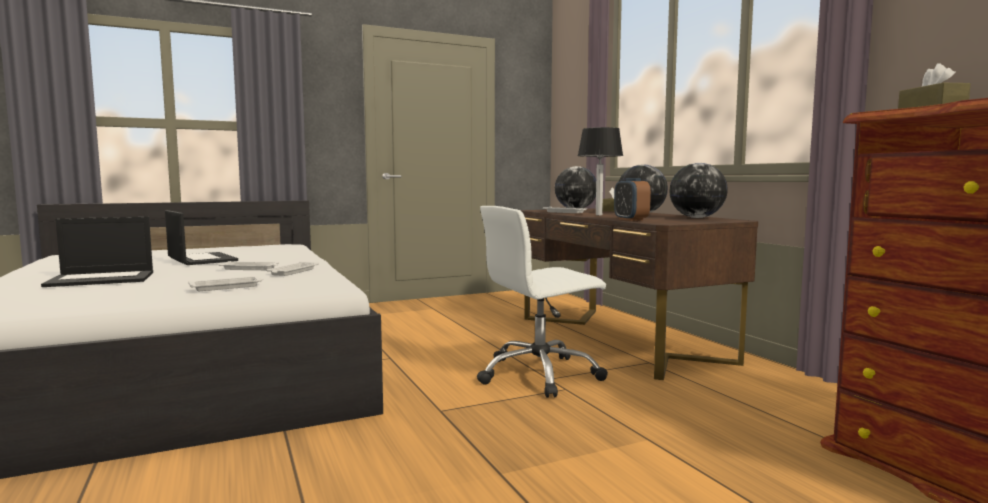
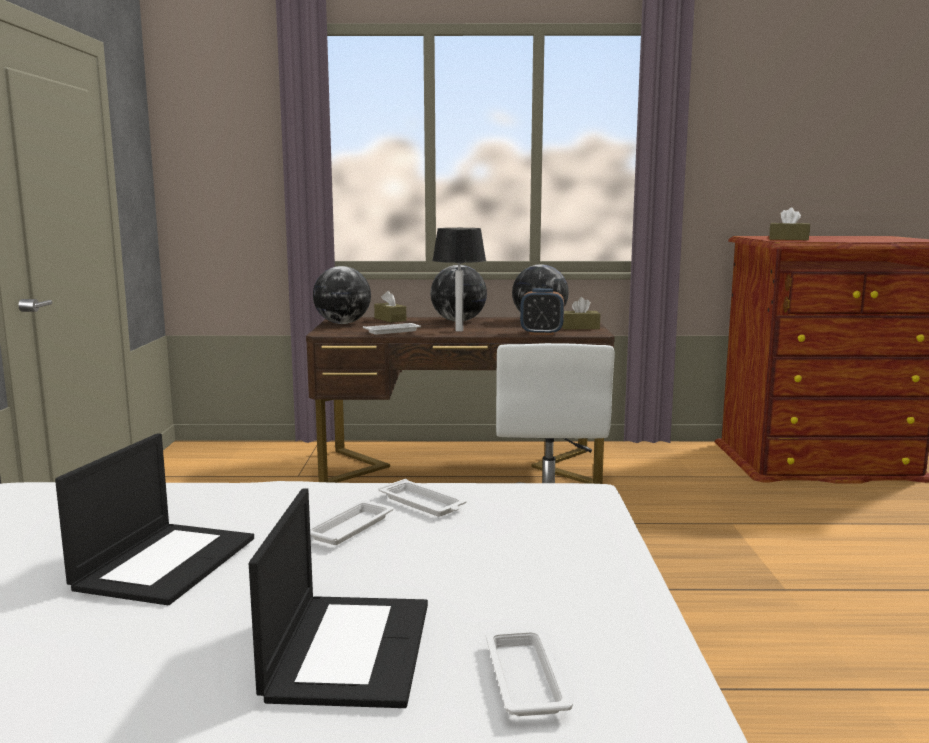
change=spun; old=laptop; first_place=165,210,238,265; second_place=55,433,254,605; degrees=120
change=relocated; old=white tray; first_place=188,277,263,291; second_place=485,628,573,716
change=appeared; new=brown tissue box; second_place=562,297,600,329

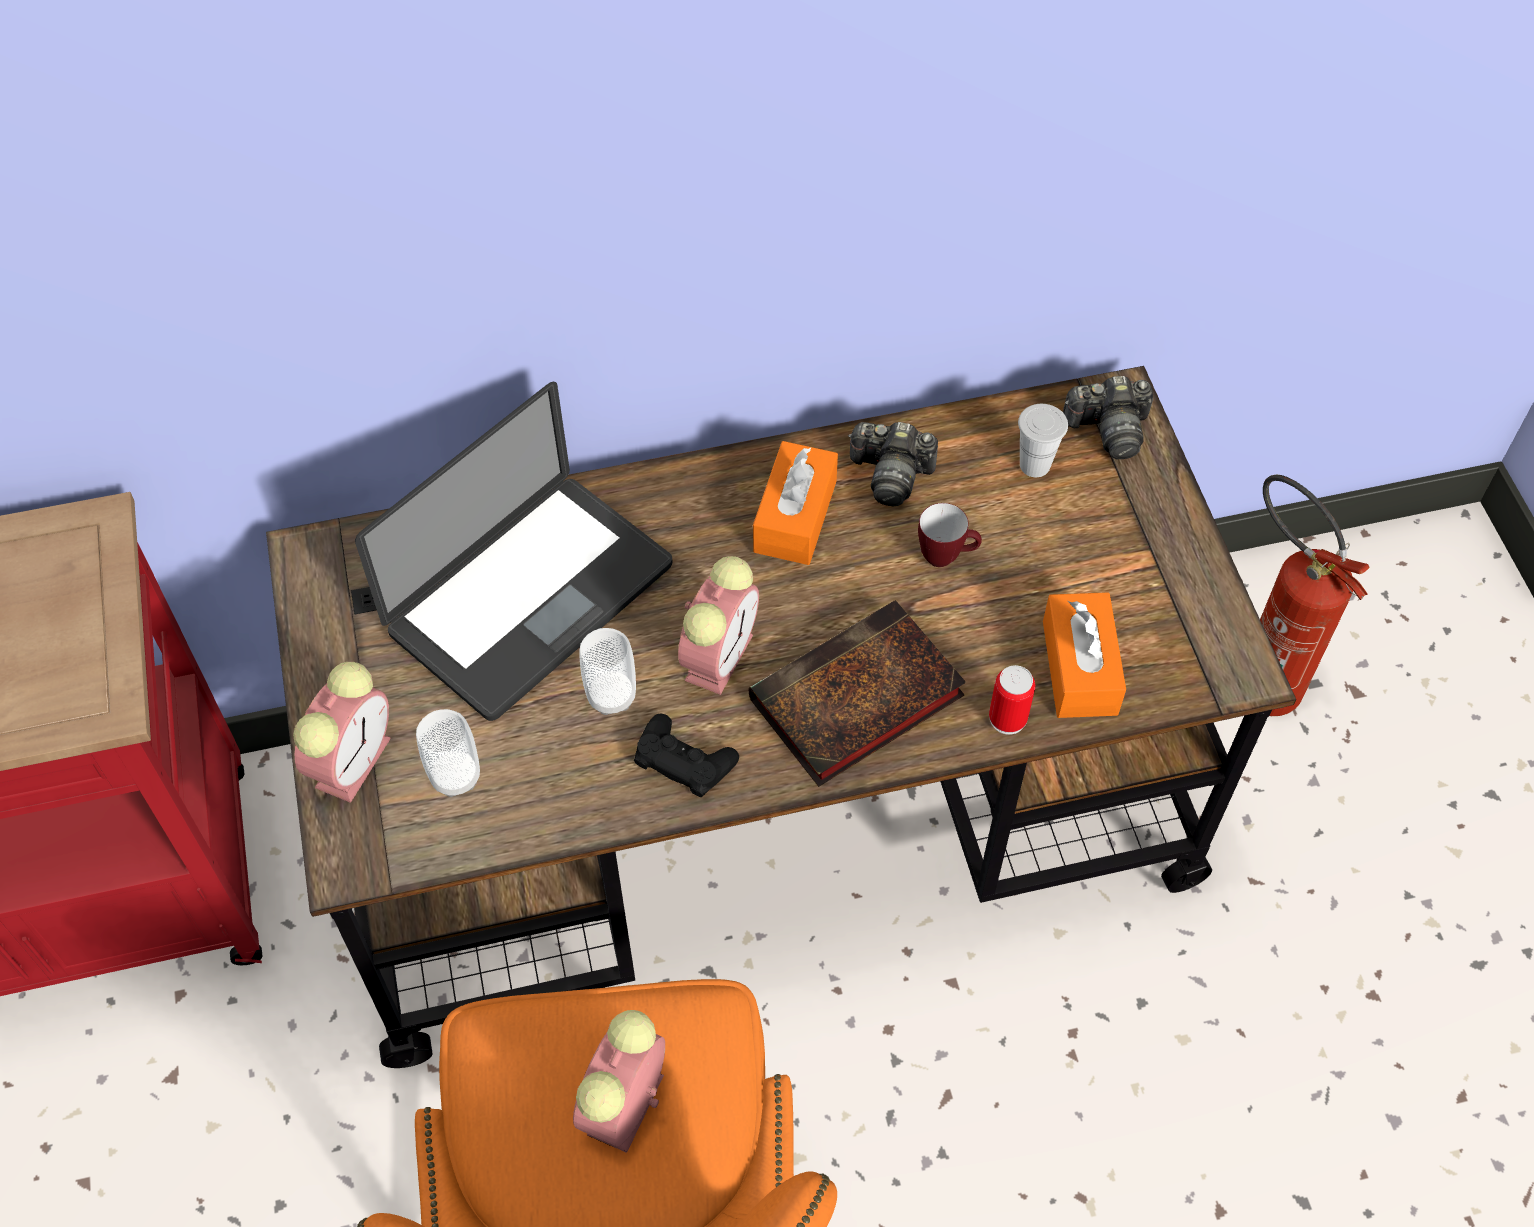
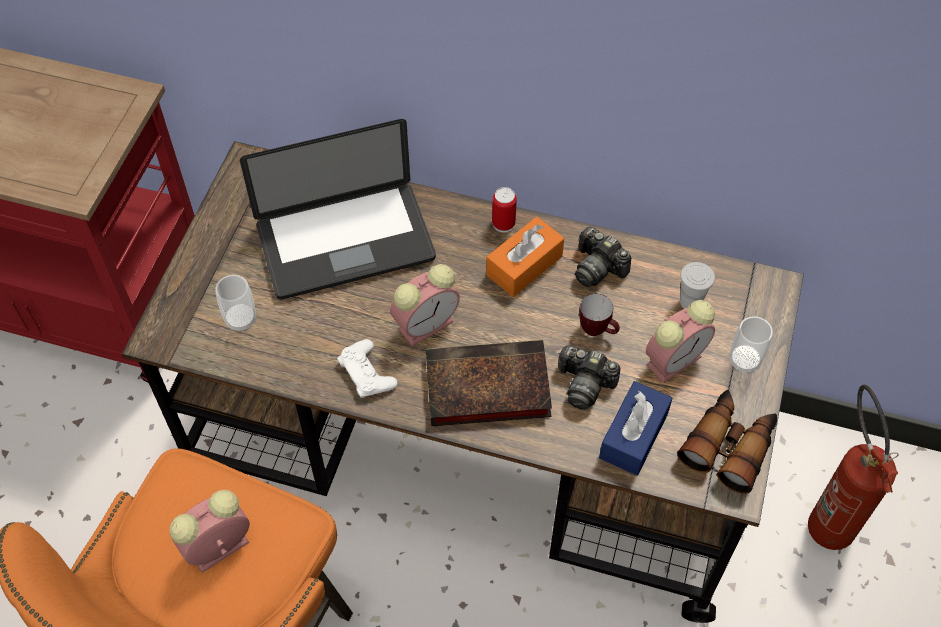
change=relocated; old=photo camera; first_place=1063,376,1153,459; second_place=558,345,621,410
change=colour; old=orange tissue box; new=blue tissue box; first_place=1043,592,1126,718; second_place=599,381,672,476
change=relocated; old=cup; first_place=580,628,636,715; second_place=729,316,773,374
change=relocated; old=alarm clock; first_place=293,662,391,803; second_place=646,300,715,383
change=relocated; old=can; first_place=989,665,1035,735; second_place=492,187,517,233
change=colour; old=black game controller; new=white game controller; first_place=634,714,739,797; second_place=337,339,398,398
change=appeared; new=binoculars; second_place=677,390,777,494

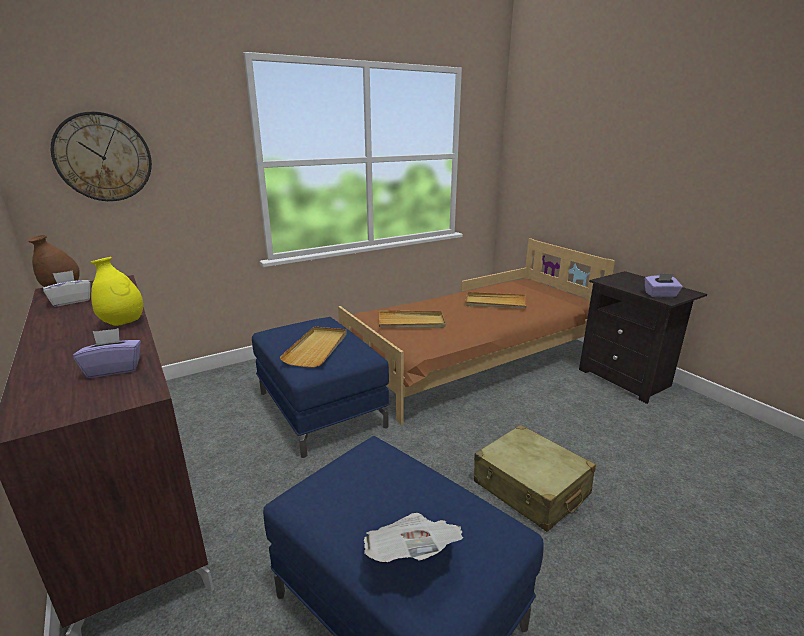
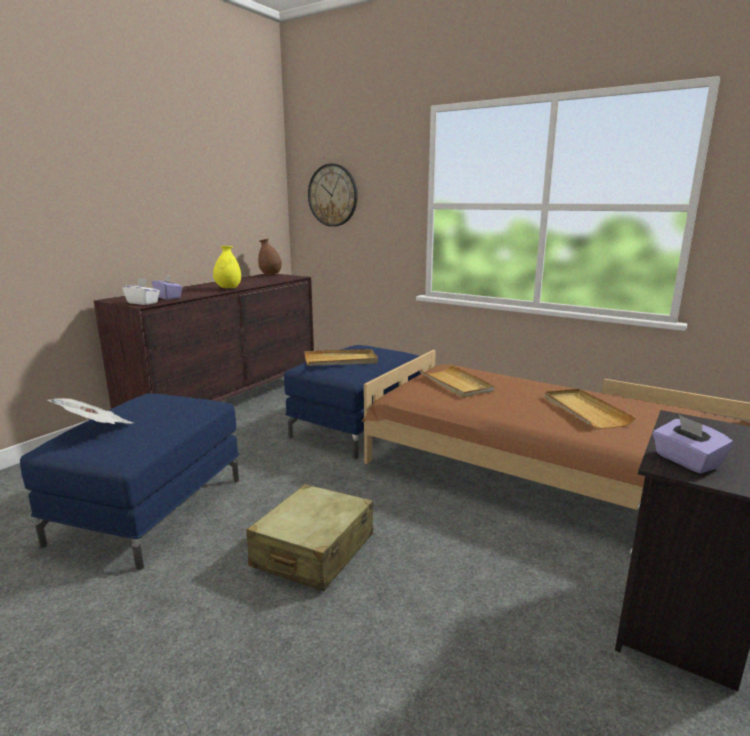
change=relocated; old=white tissue box; first_place=43,270,90,307; second_place=122,278,160,305

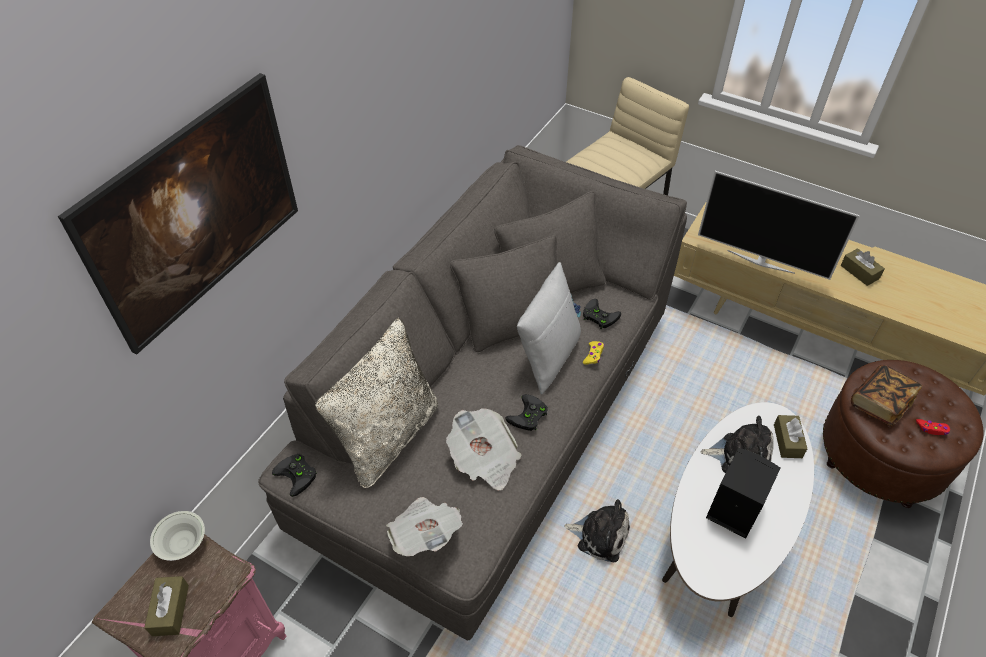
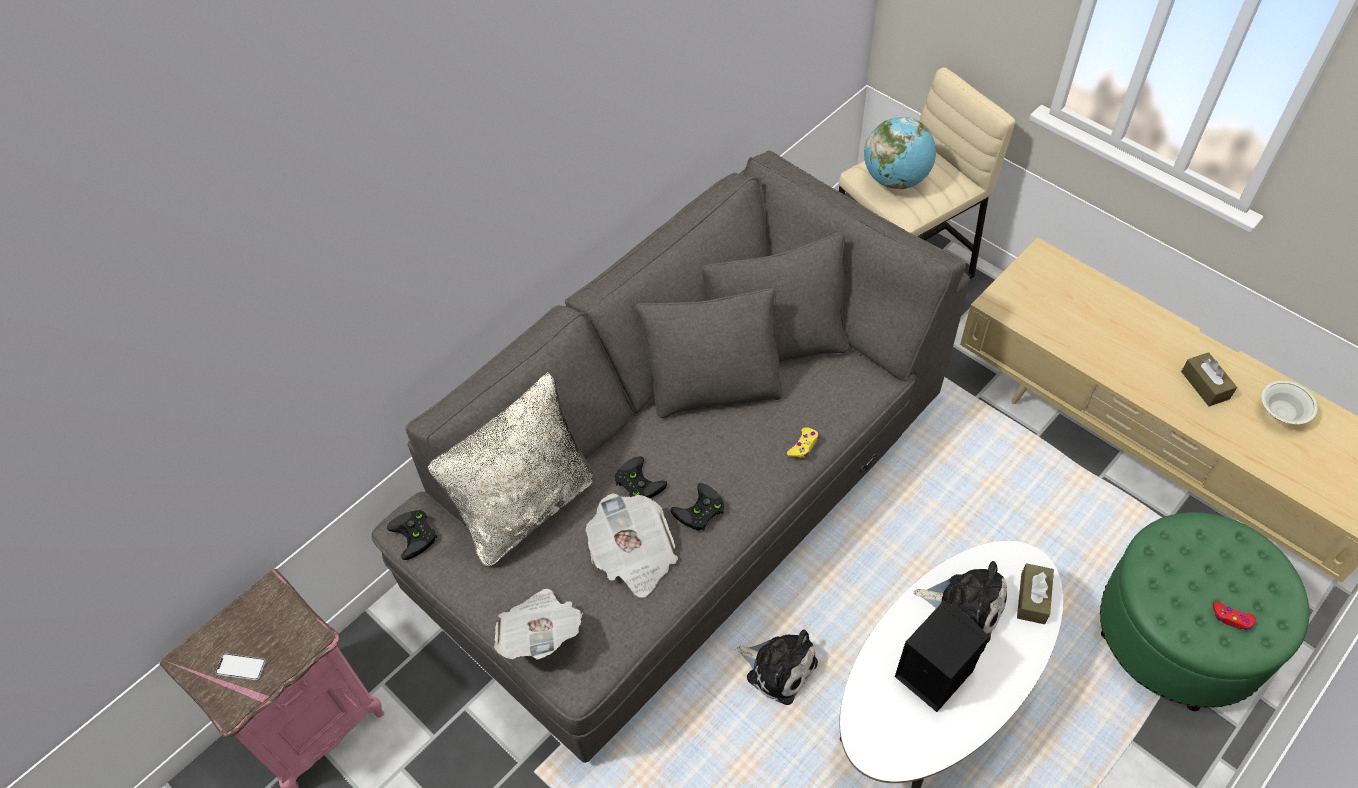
change=missing; old=picture; first_place=58,73,298,355
change=missing; old=television; first_place=698,171,860,280
change=missing; old=grey pillow; first_place=517,262,581,394
change=relocated; old=black game controller; first_place=583,299,621,329; second_place=614,456,667,498
change=colour; old=brown ottoman; new=green ottoman; first_place=823,360,984,508; second_place=1100,512,1309,711
change=missing; old=book; first_place=851,365,922,426
change=relocated; old=white bowl; first_place=150,511,205,561; second_place=1262,381,1317,424
change=exchanged; old=brown tissue box; new=phone; first_place=144,576,189,636; second_place=215,653,266,680
change=appeared; new=globe; second_place=864,117,936,189

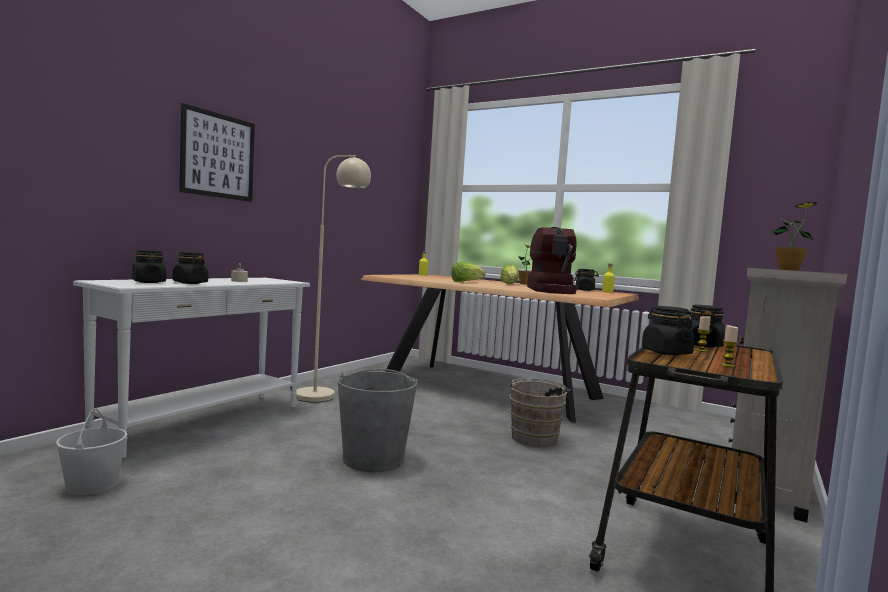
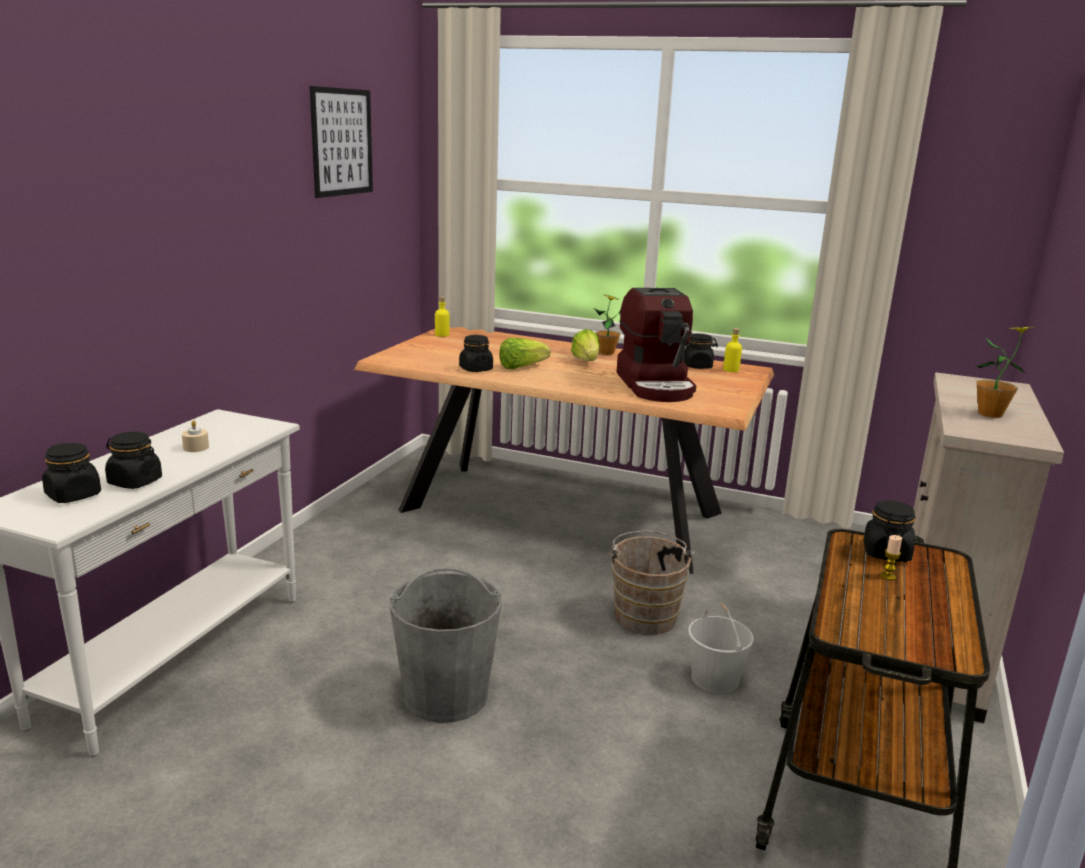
change=relocated; old=picture; first_place=179,103,255,202; second_place=310,86,373,198
change=missing; old=beige floor lamp; first_place=296,155,371,403
change=relocated; old=black jar; first_place=642,306,695,355; second_place=459,335,493,372
change=missing; old=candle; first_place=720,325,738,368
change=relocated; old=white bucket; first_place=56,408,127,495; second_place=688,603,754,693

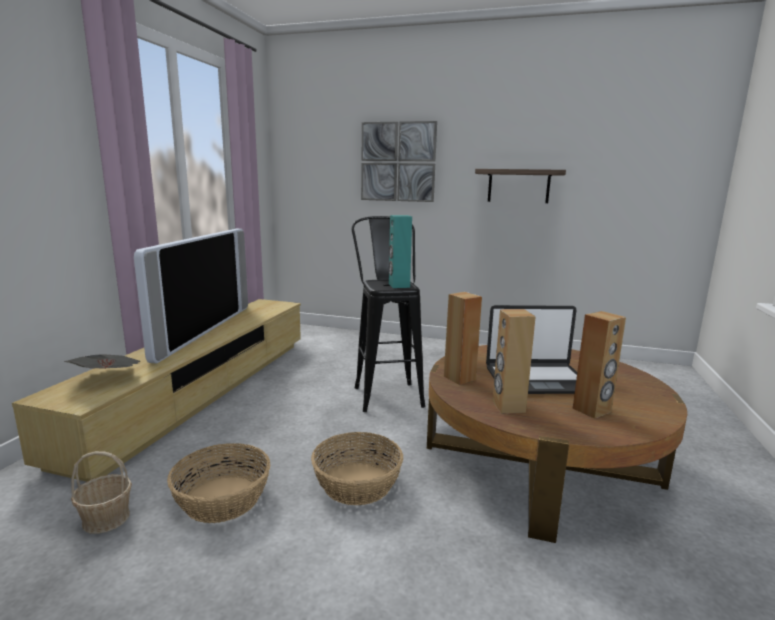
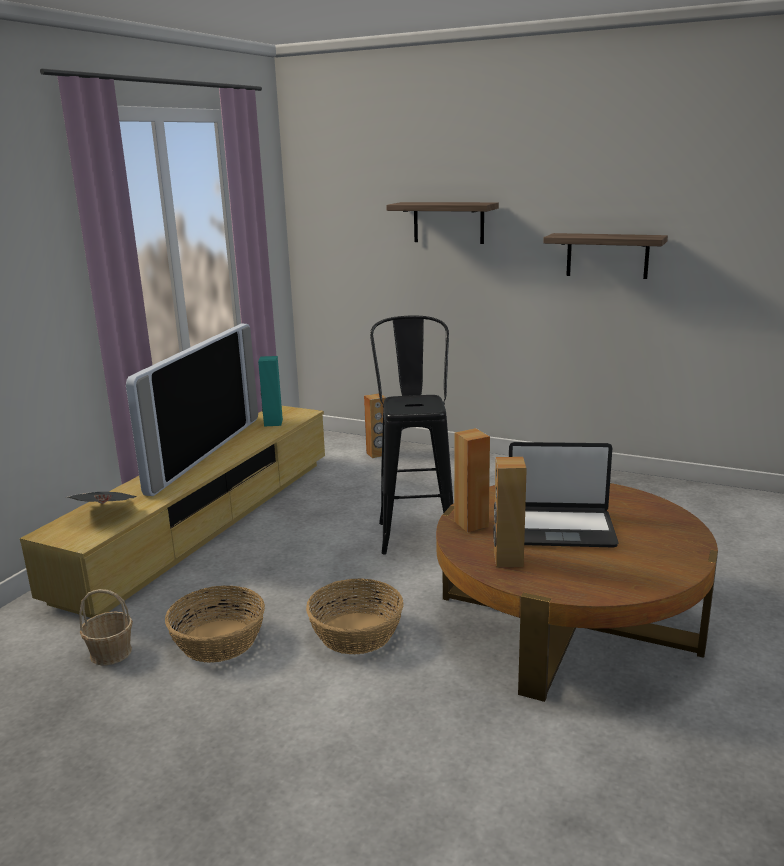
change=exchanged; old=picture; new=shelf; first_place=361,121,437,202; second_place=386,202,499,244
change=relocated; old=turquoise speaker; first_place=389,215,412,288; second_place=258,356,283,426
change=relocated; old=brown speaker; first_place=573,311,626,419; second_place=364,393,386,458

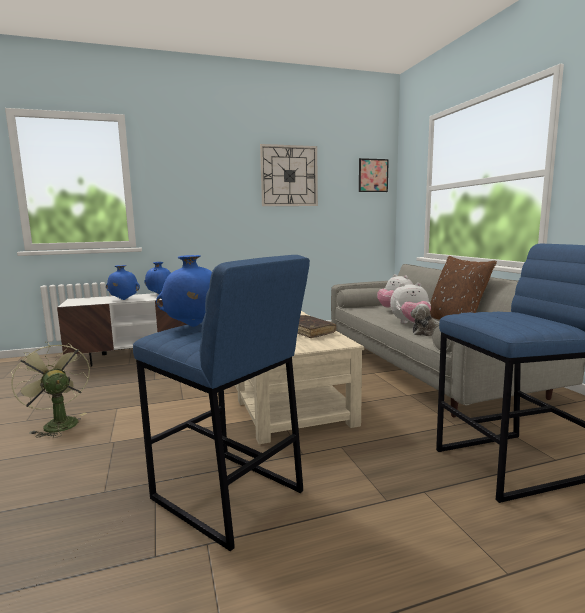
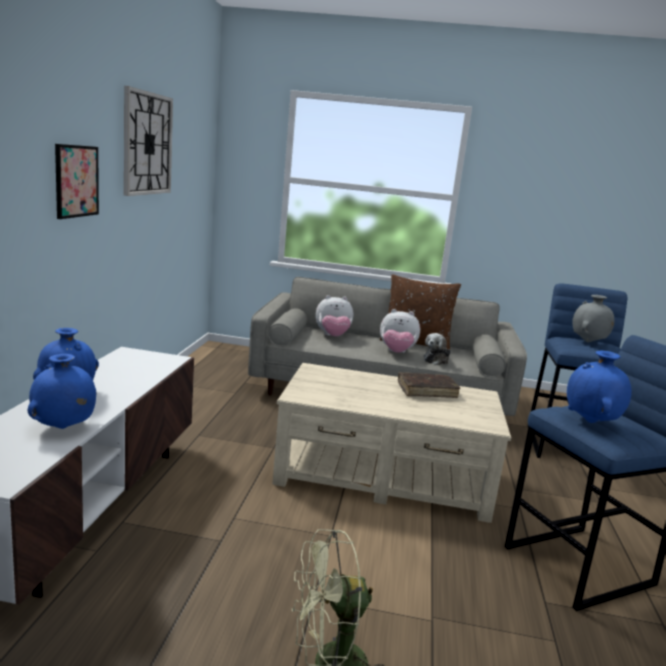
change=relocated; old=picture; first_place=359,158,389,192; second_place=55,144,99,219
change=spun; old=plush toy; first_place=390,283,431,323; second_place=380,309,420,353; degrees=75
change=appeared; new=grey vase; second_place=572,295,614,343

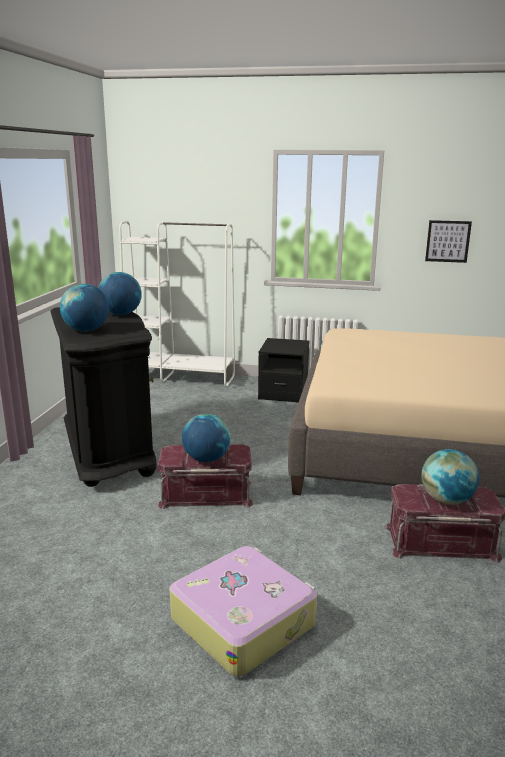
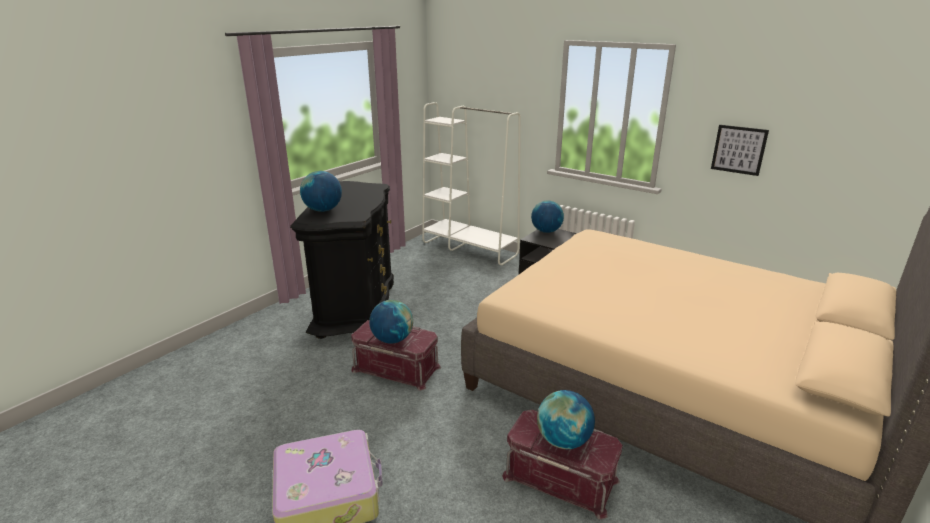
change=relocated; old=globe; first_place=98,272,142,315; second_place=531,201,564,233

